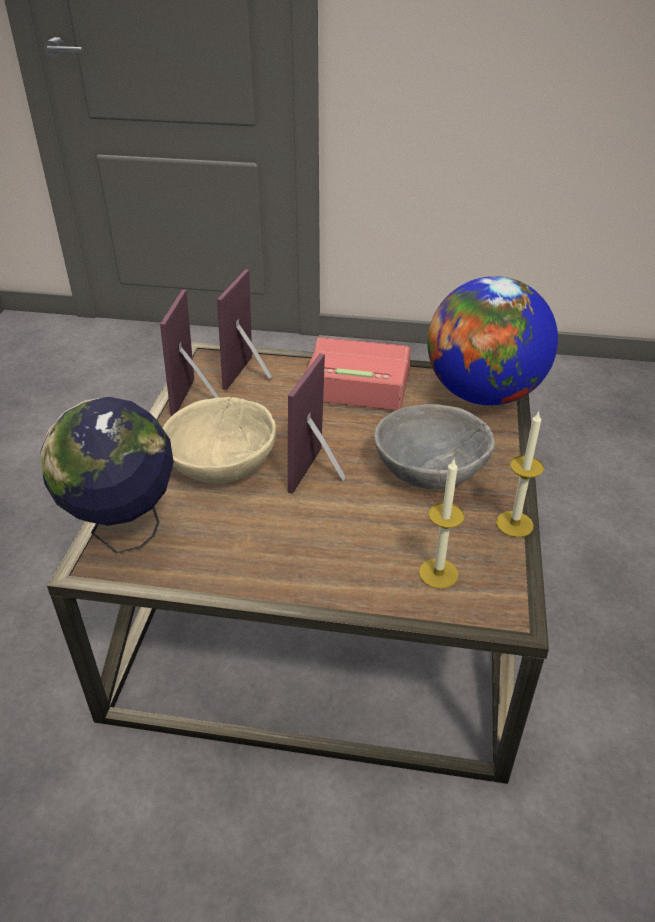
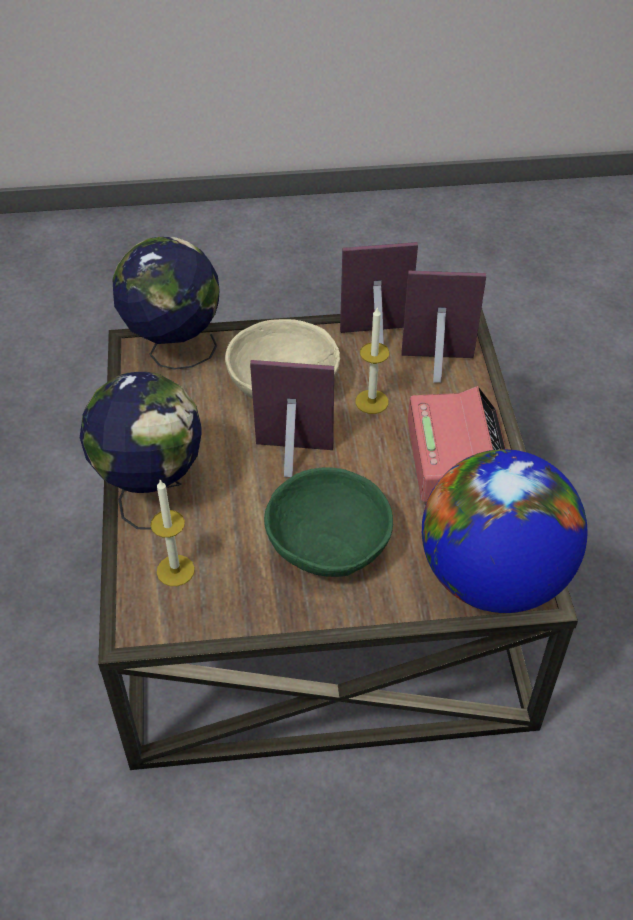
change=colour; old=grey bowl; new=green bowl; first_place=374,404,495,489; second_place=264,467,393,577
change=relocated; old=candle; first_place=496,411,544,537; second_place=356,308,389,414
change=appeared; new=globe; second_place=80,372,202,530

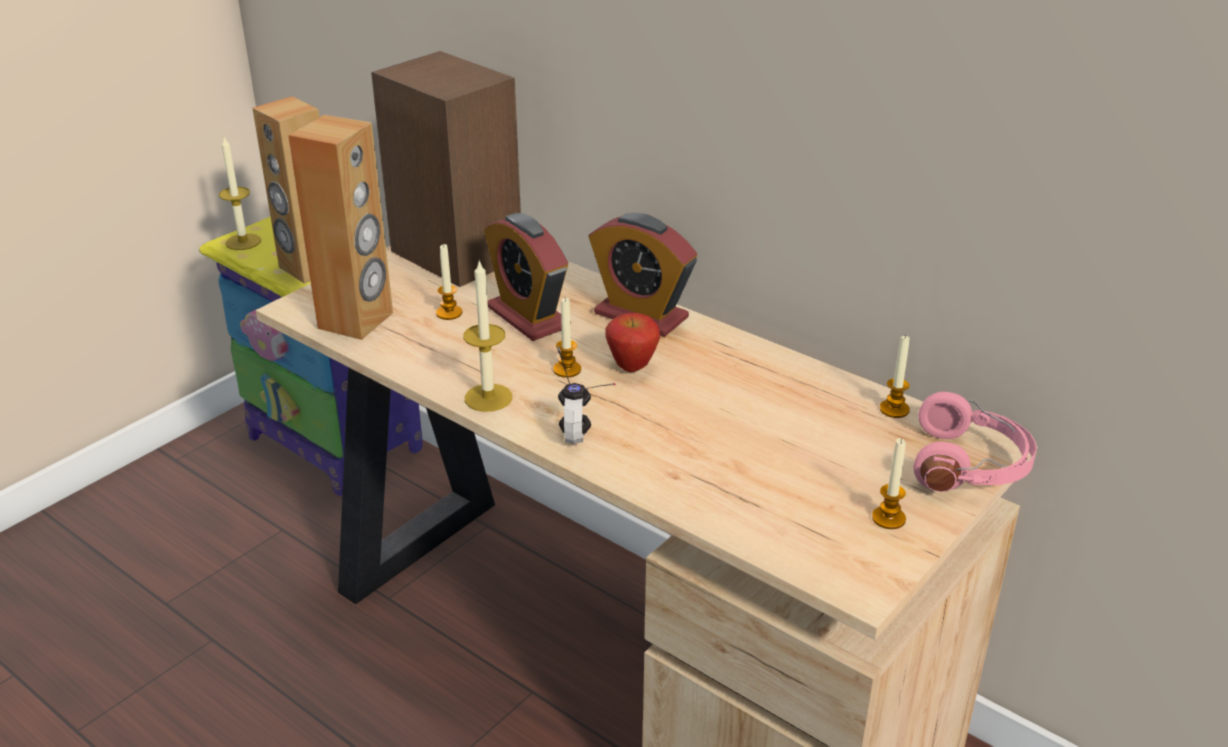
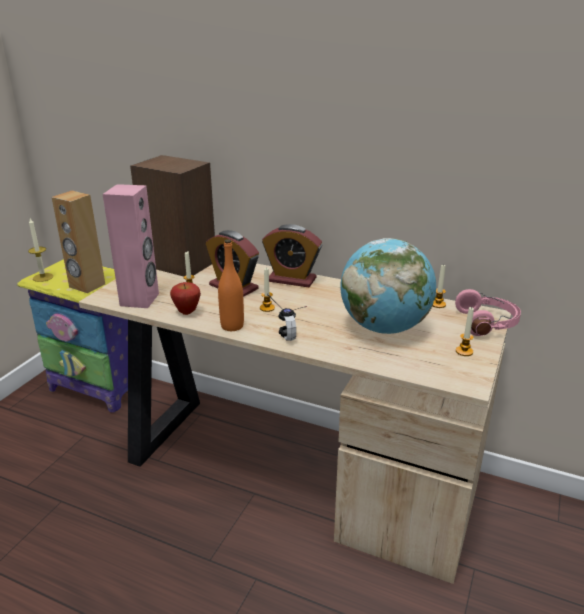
change=colour; old=brown speaker; new=pink speaker; first_place=288,115,393,340; second_place=103,184,159,308
change=exchanged; old=candle; new=orange bottle; first_place=463,259,512,412; second_place=218,239,244,331
change=relocated; old=apple; first_place=606,312,660,372; second_place=170,282,201,315
change=appeared; new=globe; second_place=340,238,436,334

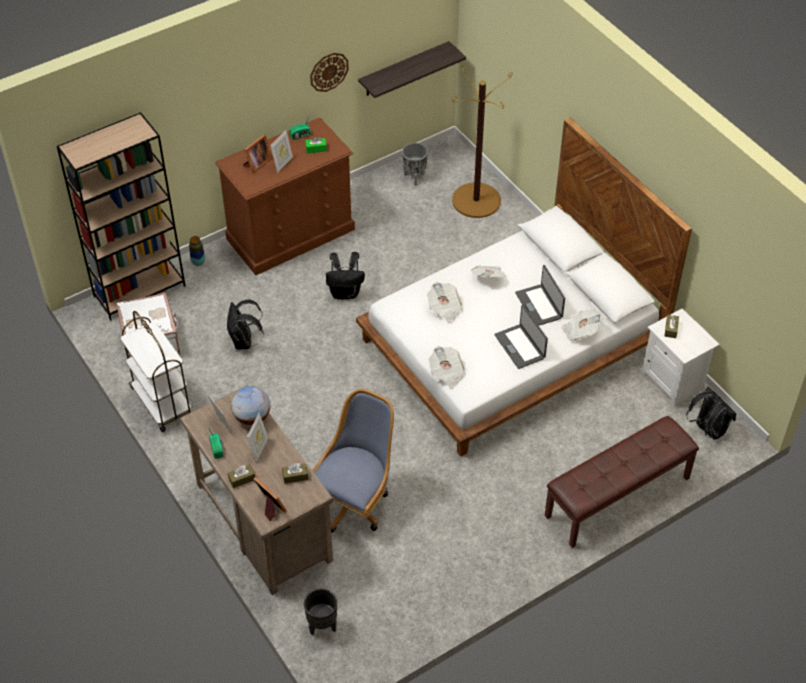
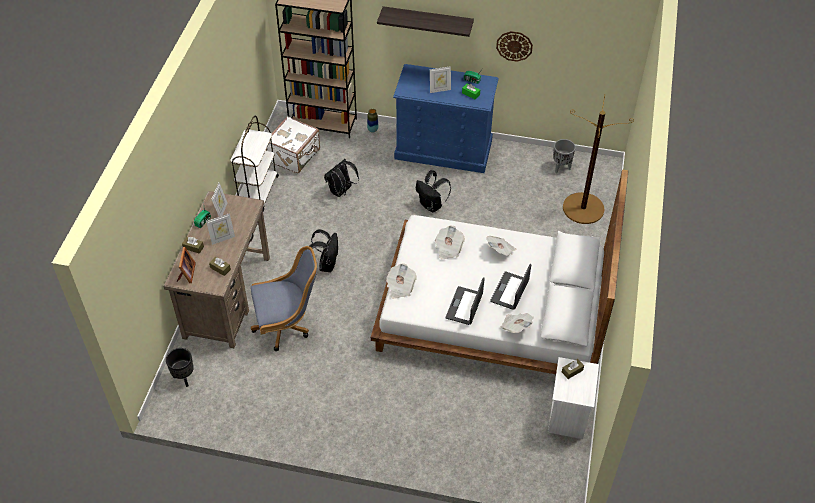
change=relocated; old=shelf; first_place=358,41,466,98; second_place=377,6,474,37
change=colour; old=brown dresser; new=blue dresser; first_place=215,118,355,275; second_place=393,64,499,173
change=missing; old=picture frame; first_place=243,135,273,173
change=missing; old=globe; first_place=231,386,270,425
change=relocated; old=black backpack; first_place=686,387,736,440; second_place=310,229,339,272
change=missing; old=brown bench; first_place=545,416,699,548

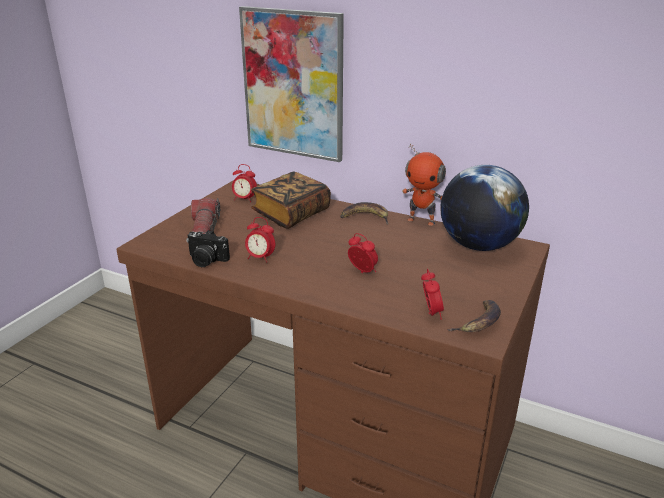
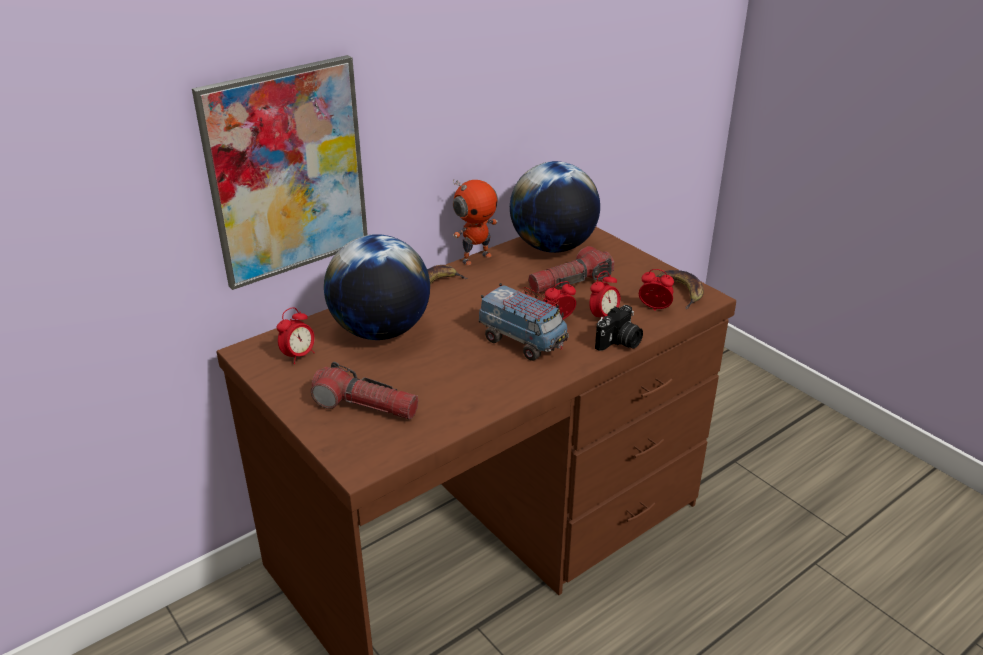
change=exchanged; old=book; new=globe; first_place=251,171,331,229; second_place=324,234,430,340
change=relocated; old=alarm clock; first_place=245,217,275,263; second_place=589,271,620,318
change=relocated; old=photo camera; first_place=187,230,230,267; second_place=595,305,643,351
change=appeared; new=flashlight; second_place=528,246,614,294
change=appeared; new=toy truck; second_place=479,283,569,361

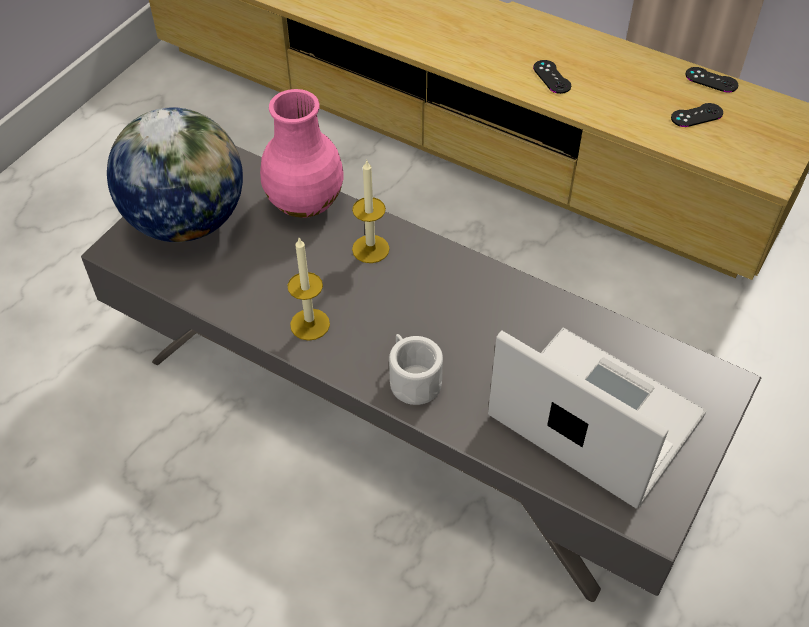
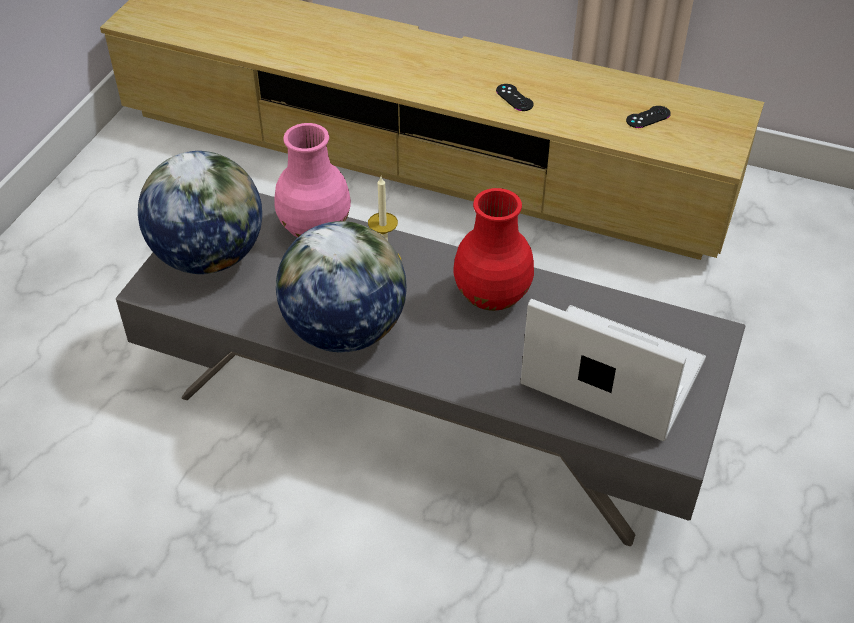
change=missing; old=black game controller; first_place=686,67,738,93
change=exchanged; old=candle; new=globe; first_place=288,238,330,341; second_place=276,221,407,353
change=missing; old=white mug; first_place=389,334,443,405
change=appeared; new=red vase; second_place=453,188,534,311

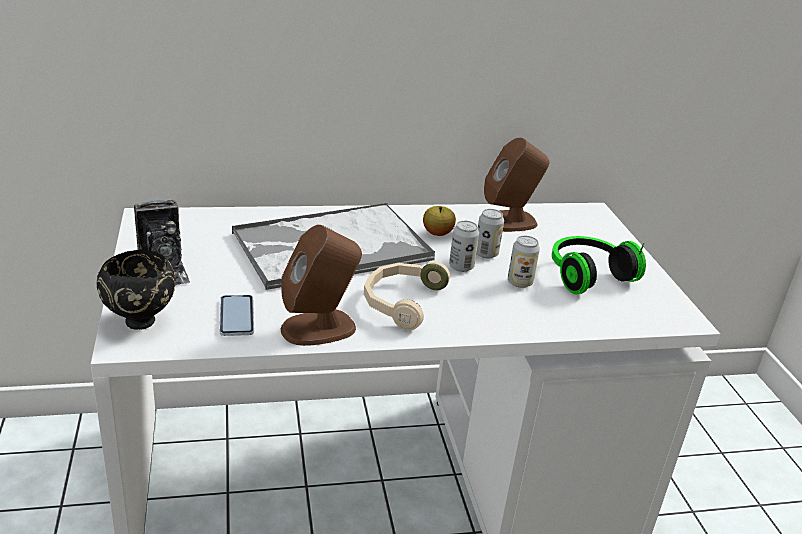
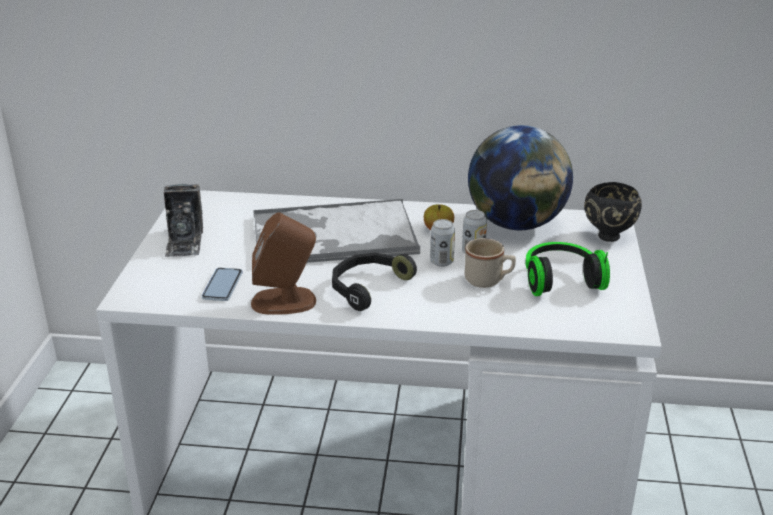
change=exchanged; old=brown speaker; new=globe; first_place=484,138,550,232; second_place=468,125,573,230
change=exchanged; old=can; new=beige mug; first_place=508,236,540,288; second_place=465,238,516,288
change=relocated; old=black bowl; first_place=97,250,176,330; second_place=584,182,642,242
change=colour; old=beige headphones; new=black headphones; first_place=364,261,450,330; second_place=332,253,417,311

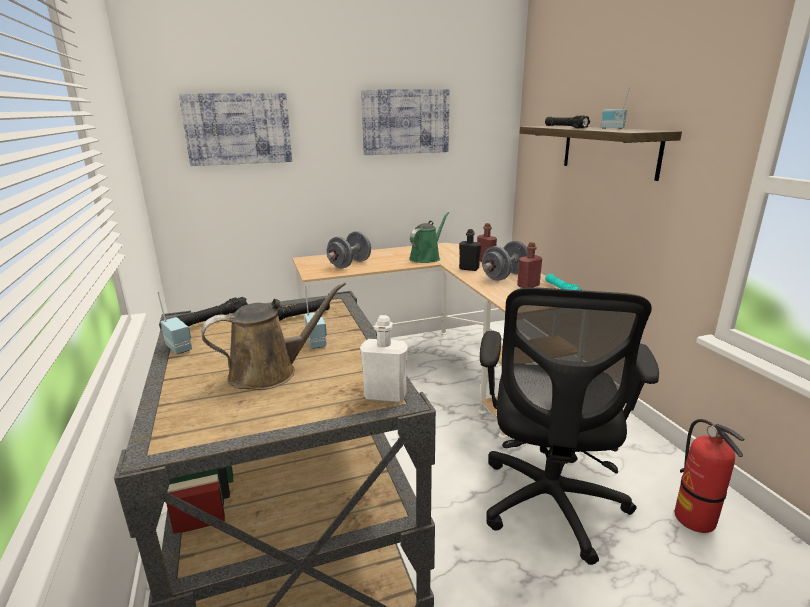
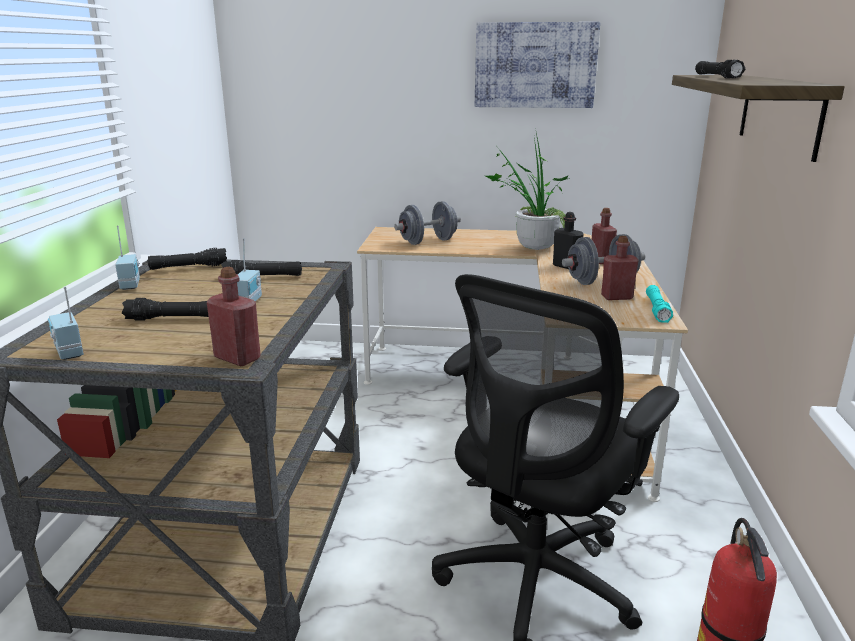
change=relocated; old=radio; first_place=601,87,630,129; second_place=48,286,84,360
change=missing; old=picture; first_place=178,93,292,166
change=exchanged; old=green watering can; new=potted plant; first_place=409,212,449,263; second_place=486,128,570,250
change=exchanged; old=brown watering can; new=black flashlight; first_place=201,282,346,390; second_place=122,298,209,321
change=colour; old=white bottle; new=red bottle; first_place=360,315,408,402; second_place=207,267,261,366

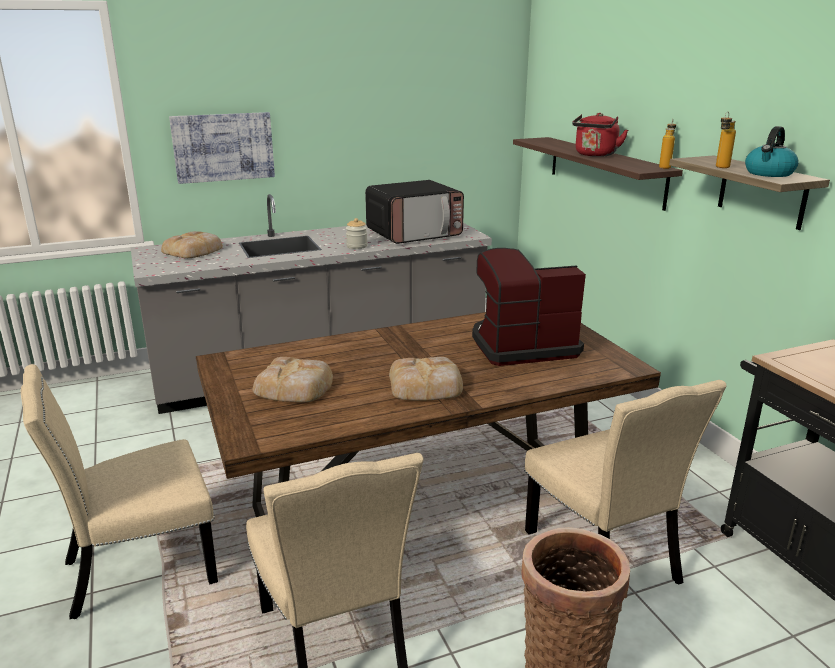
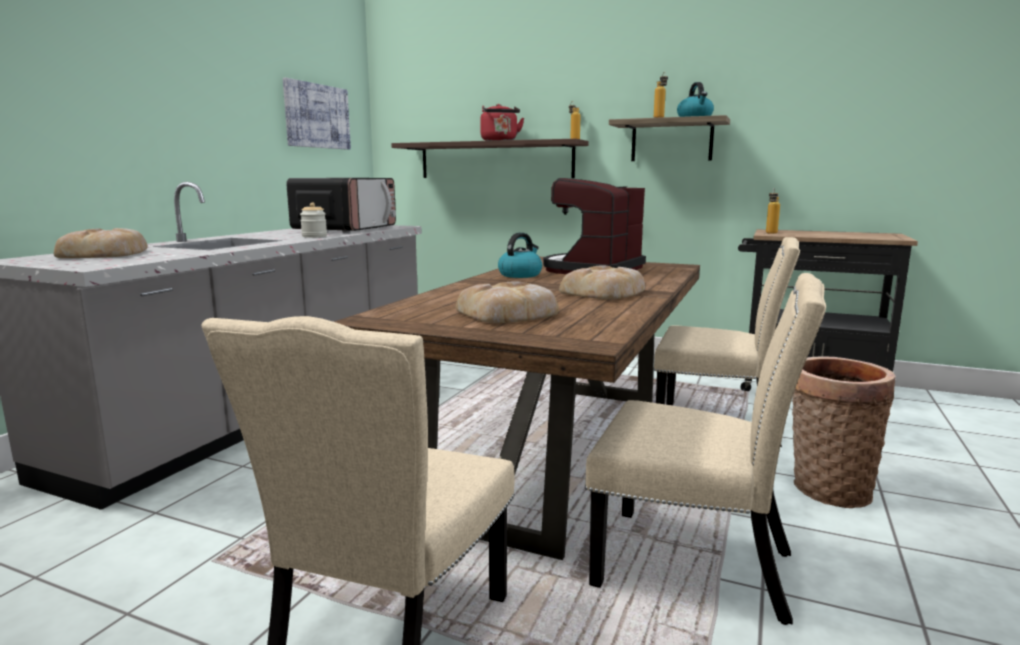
change=relocated; old=picture; first_place=169,112,275,184; second_place=283,78,351,150
change=appeared; new=bottle; second_place=766,188,780,234
change=appeared; new=kettle; second_place=498,233,542,278

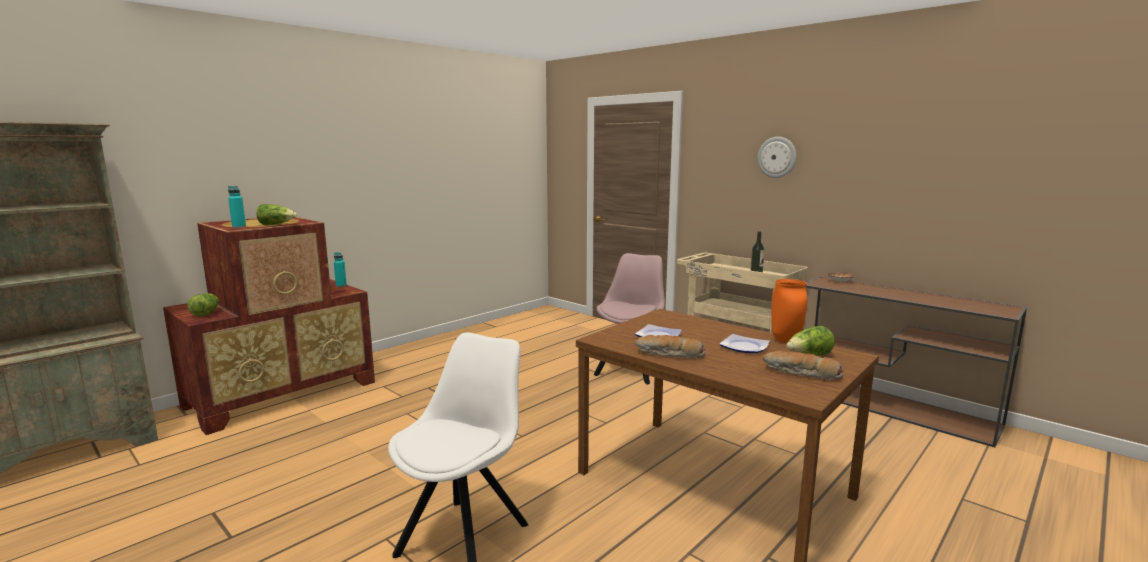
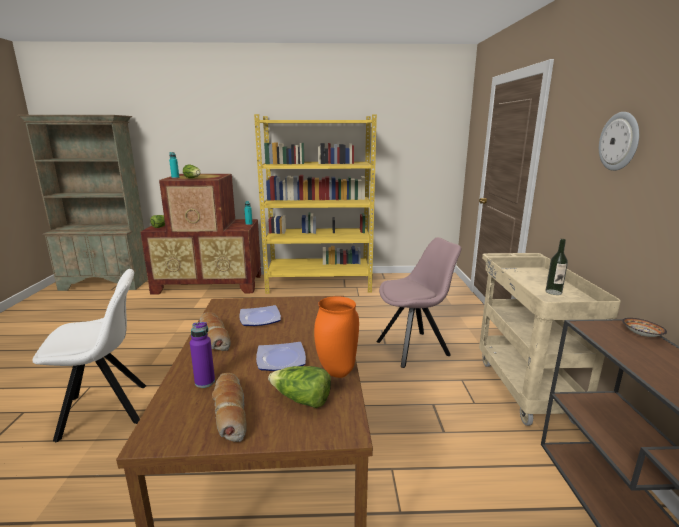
change=appeared; new=yellow bookcase; second_place=254,114,377,294
change=appeared; new=purple bottle; second_place=190,322,215,388

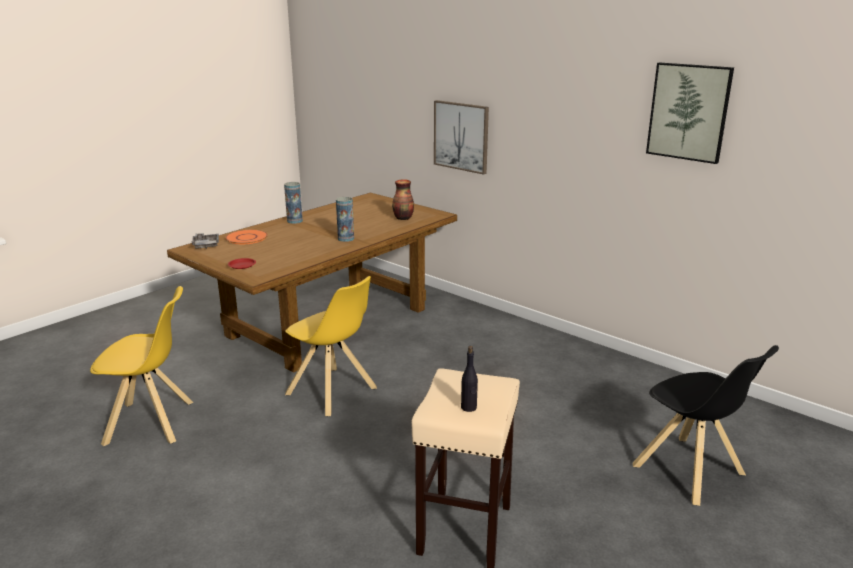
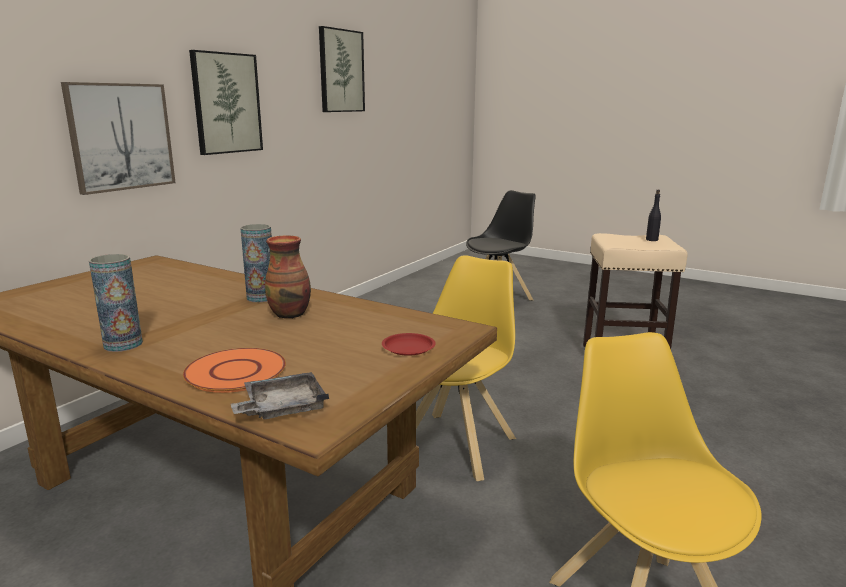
change=relocated; old=vase; first_place=392,179,414,220; second_place=265,235,311,319
change=appeared; new=picture; second_place=189,50,263,155

